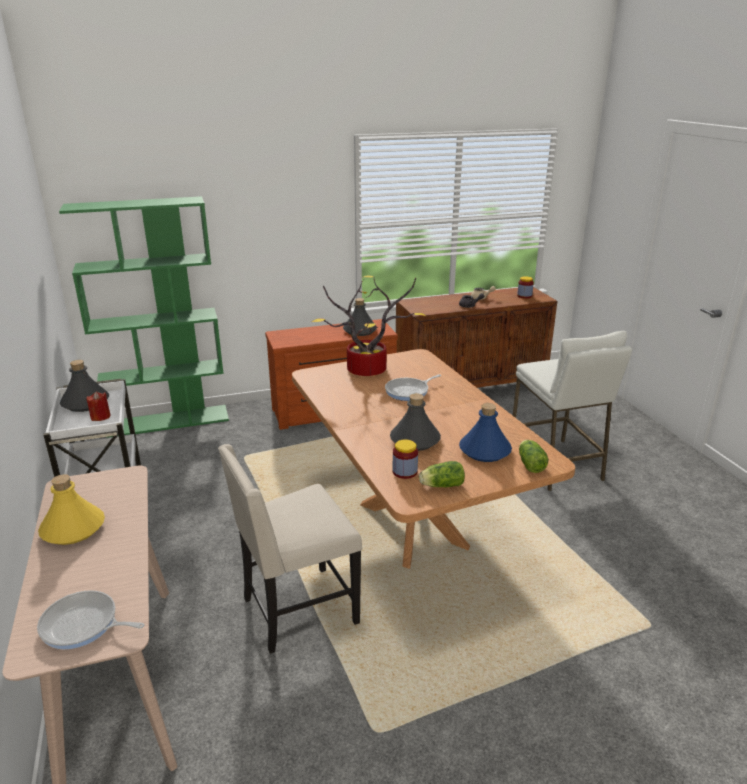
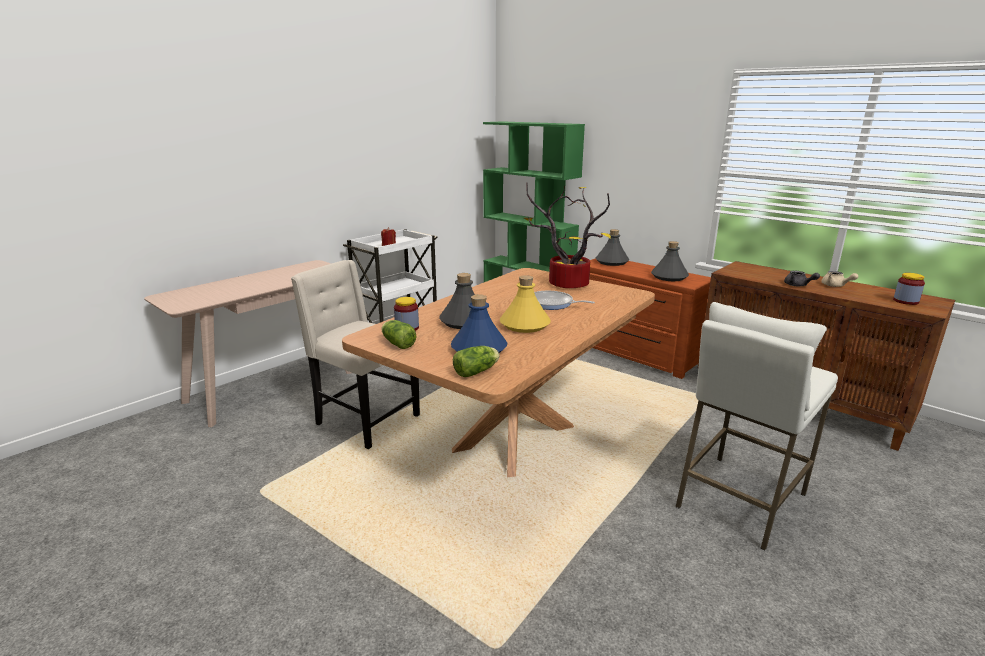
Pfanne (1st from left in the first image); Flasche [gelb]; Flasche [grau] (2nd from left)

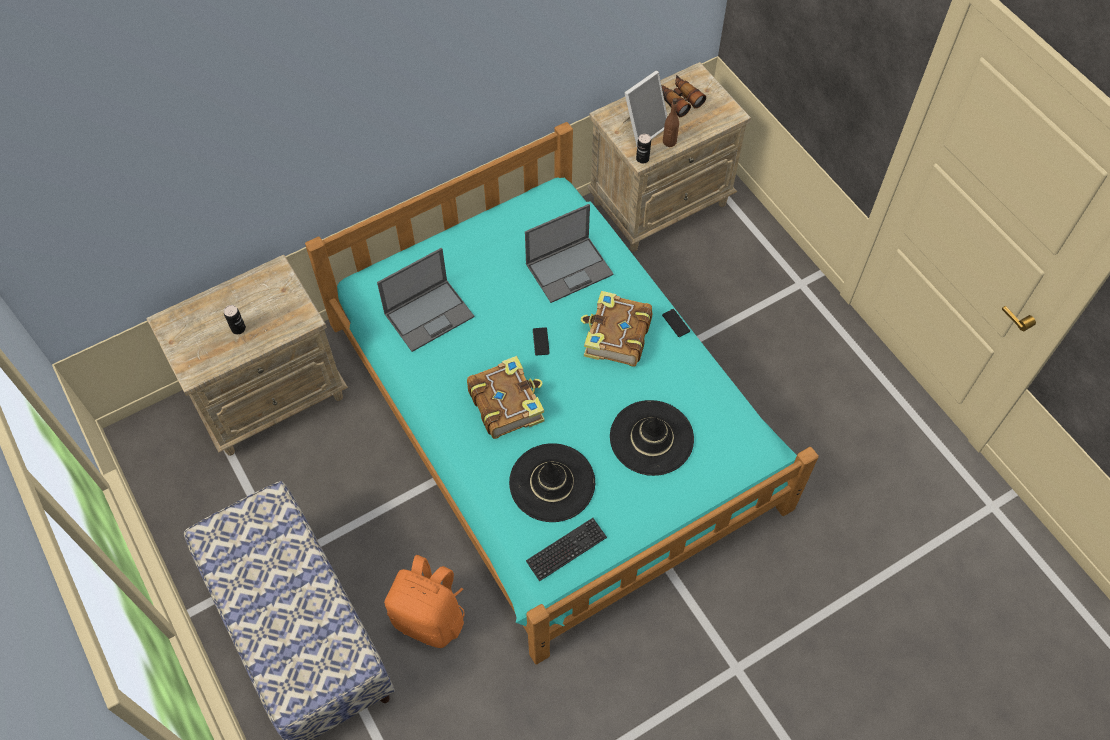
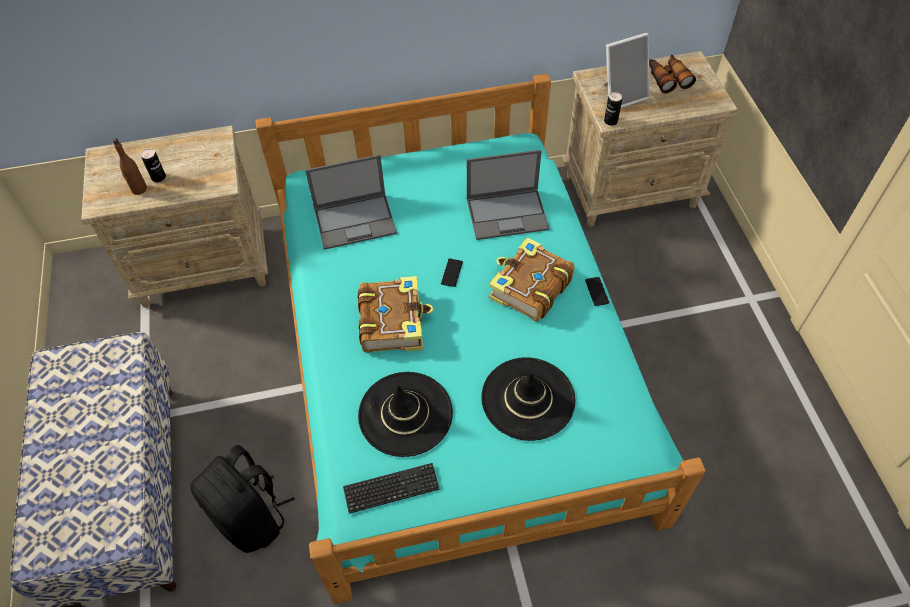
Rucksack [schwarz]; Flasche [braun]

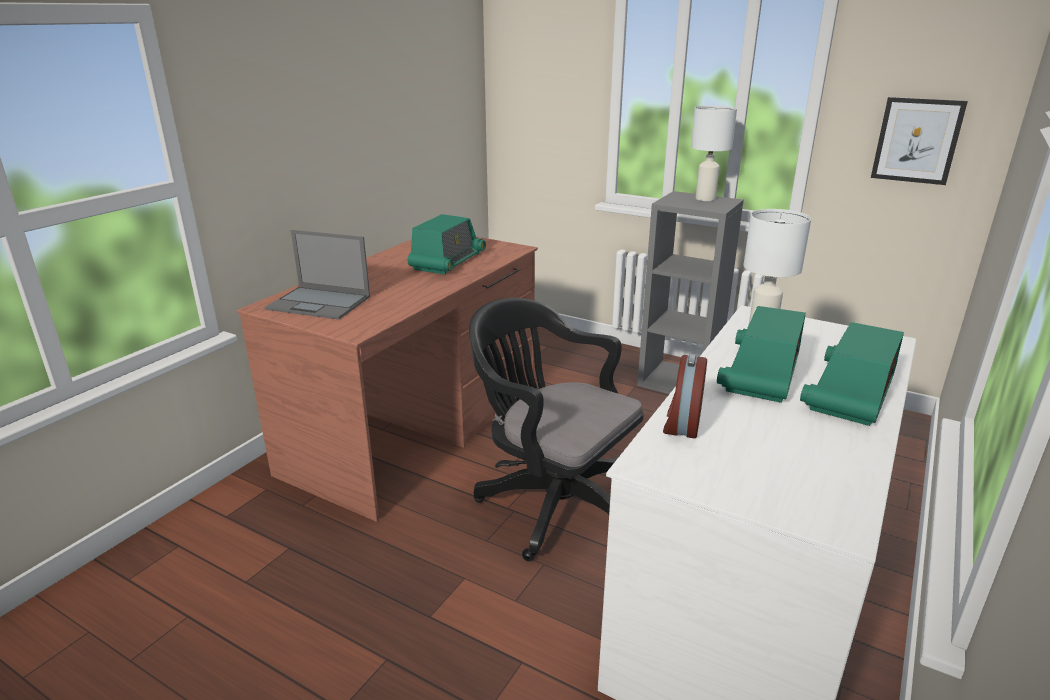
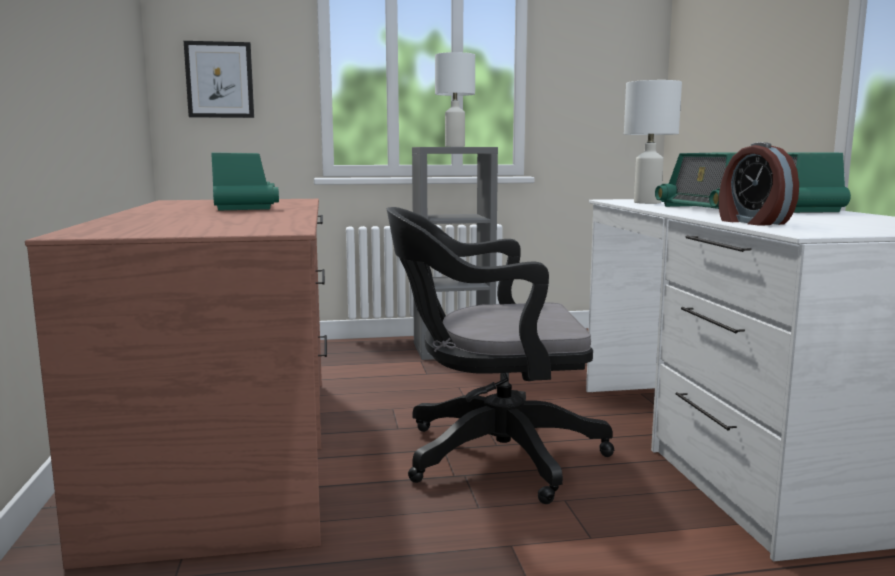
Laptop; Bild

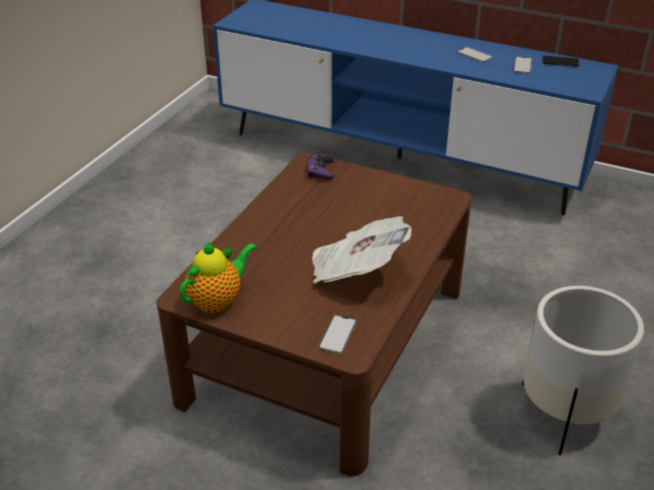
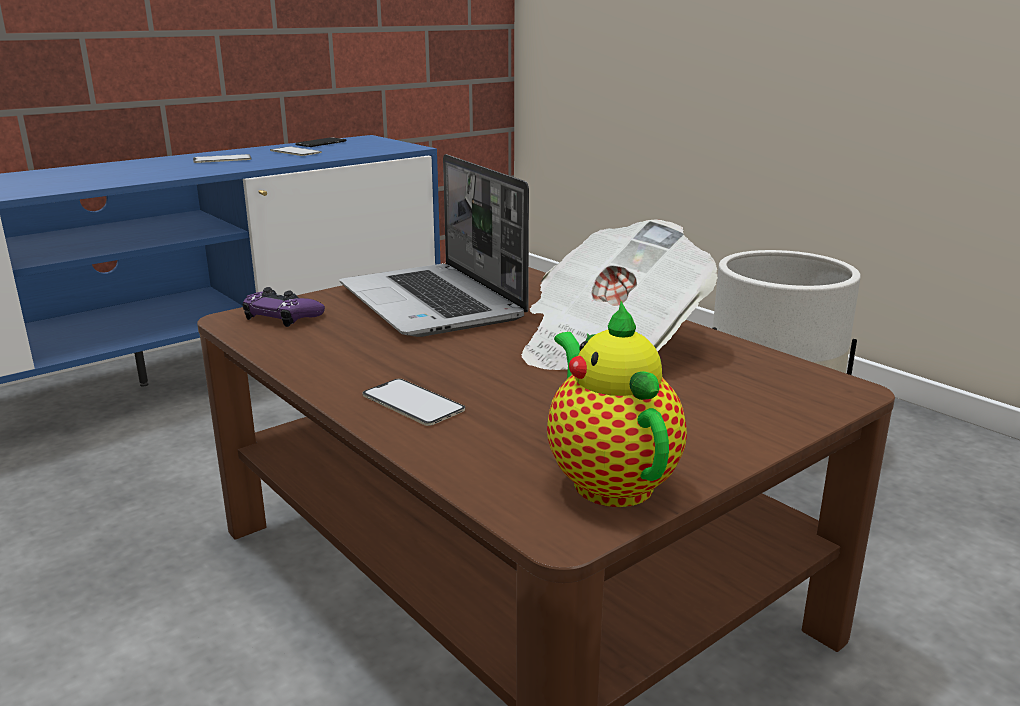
Handy (4th from left); Laptop

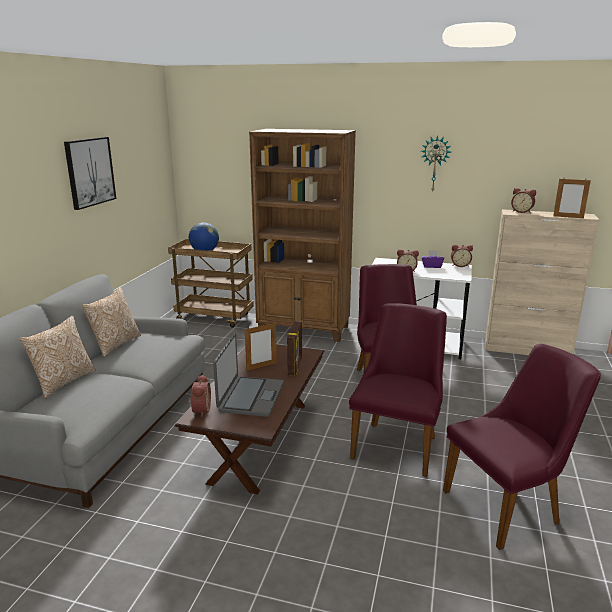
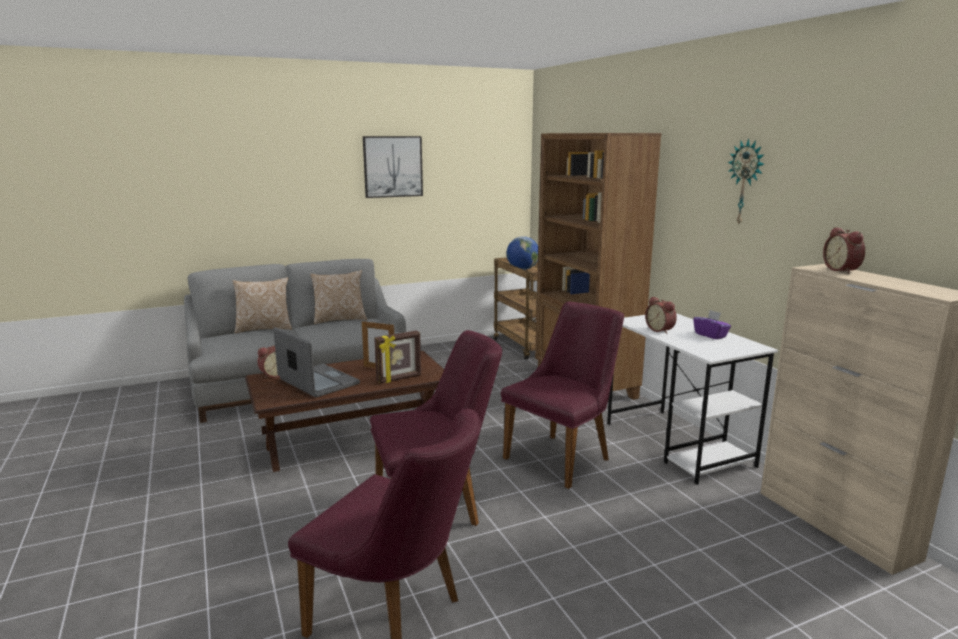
Laptop; Wecker (3rd from left in the first image); Bilderrahmen (3rd from left in the first image)

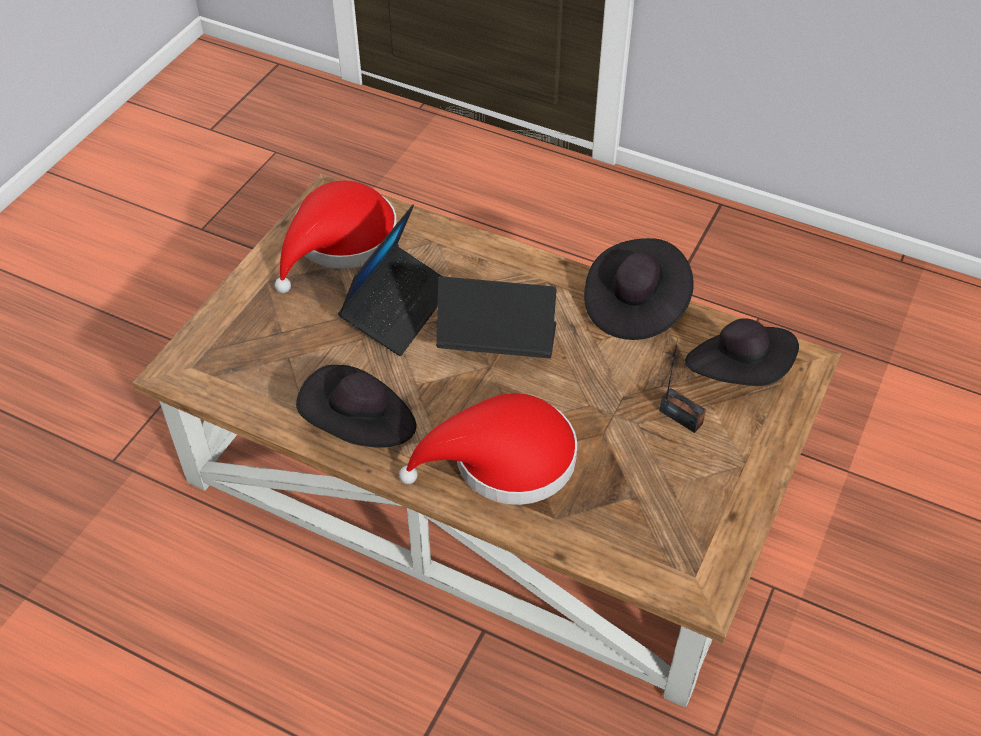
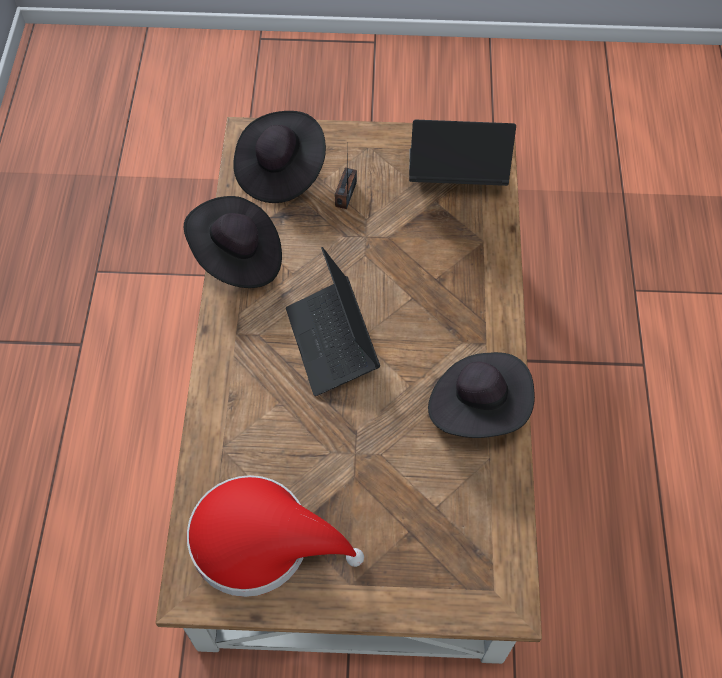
Laptop (2nd from left); Hut [rot] (2nd from left in the first image)

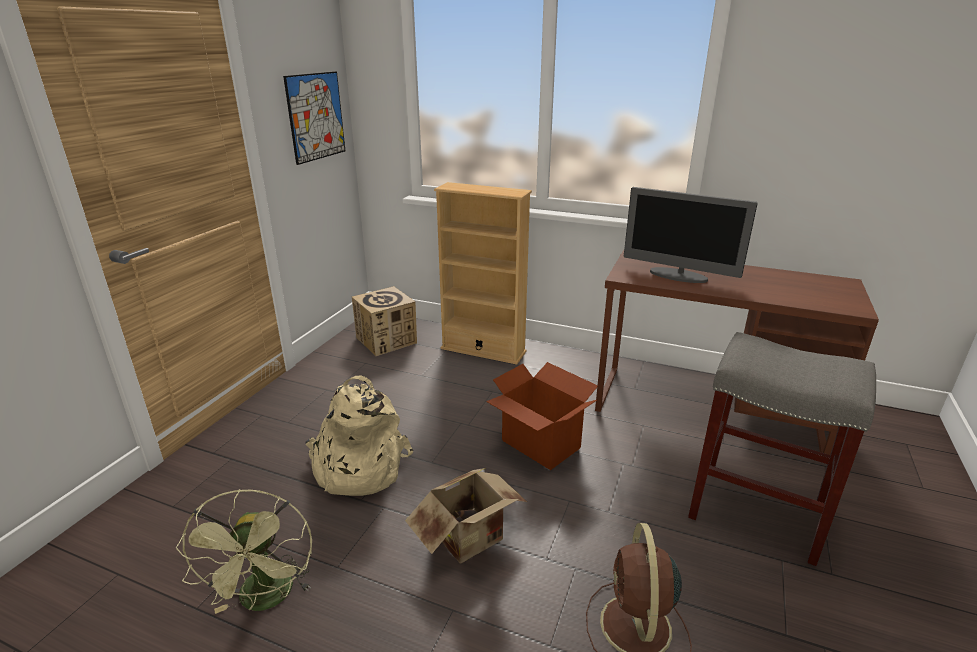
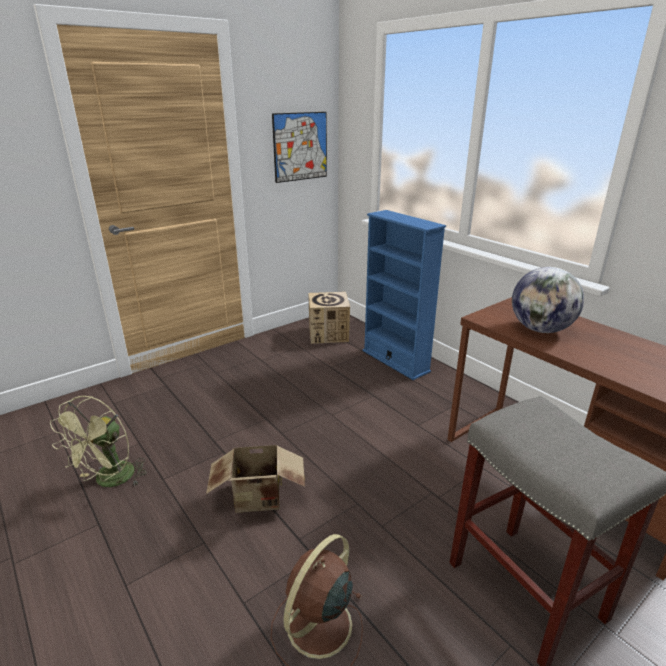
Rucksack [beige]; Bücherregal [blau]; Karton (3rd from left in the first image); Globus

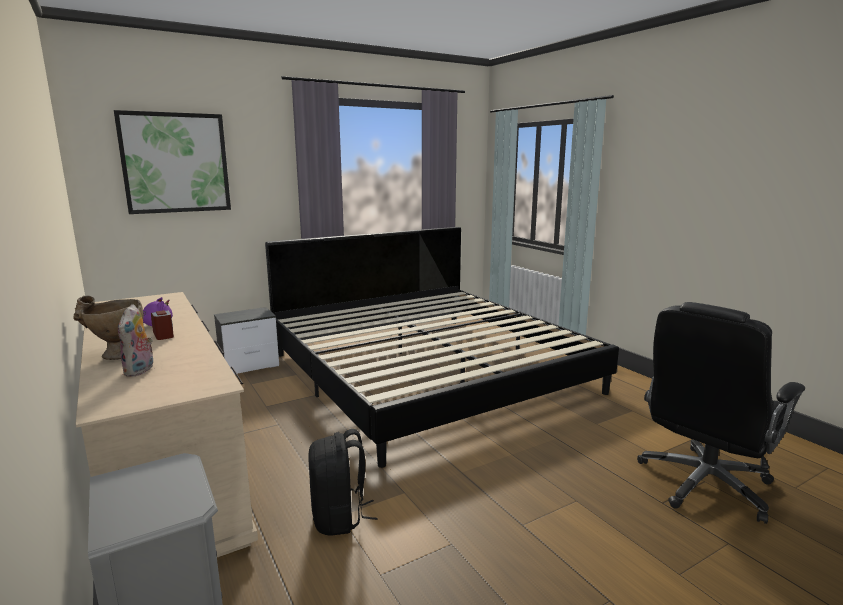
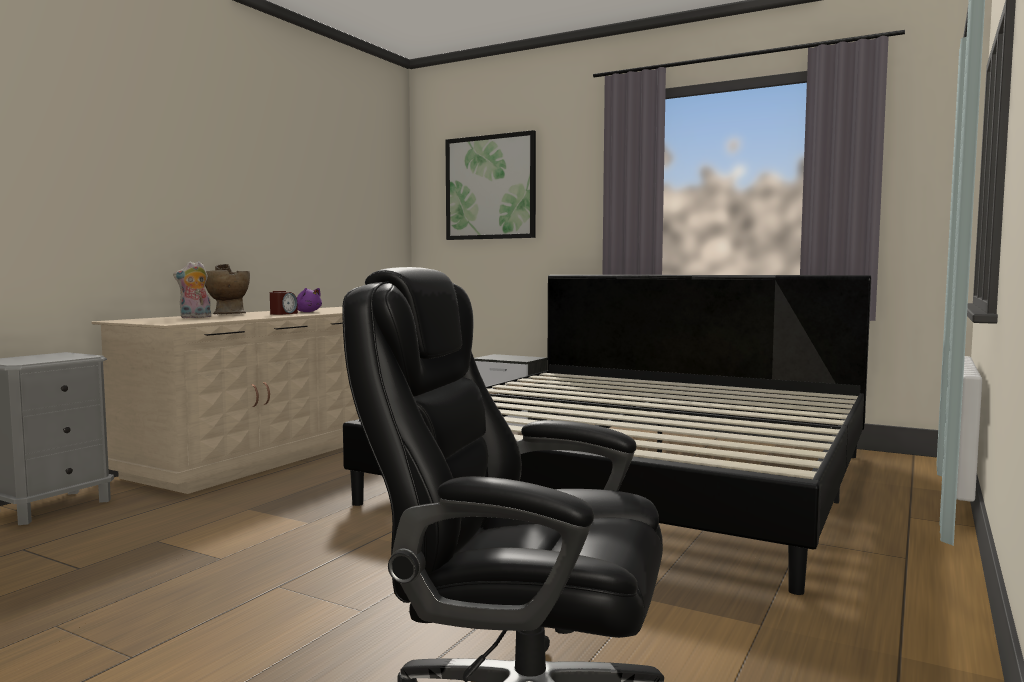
Rucksack [schwarz]

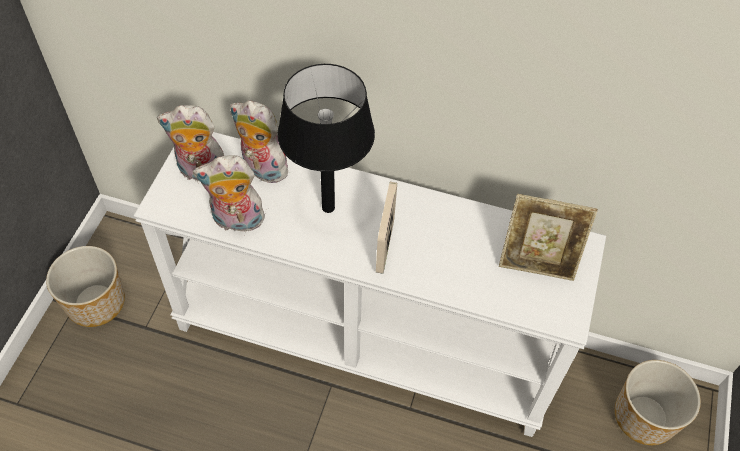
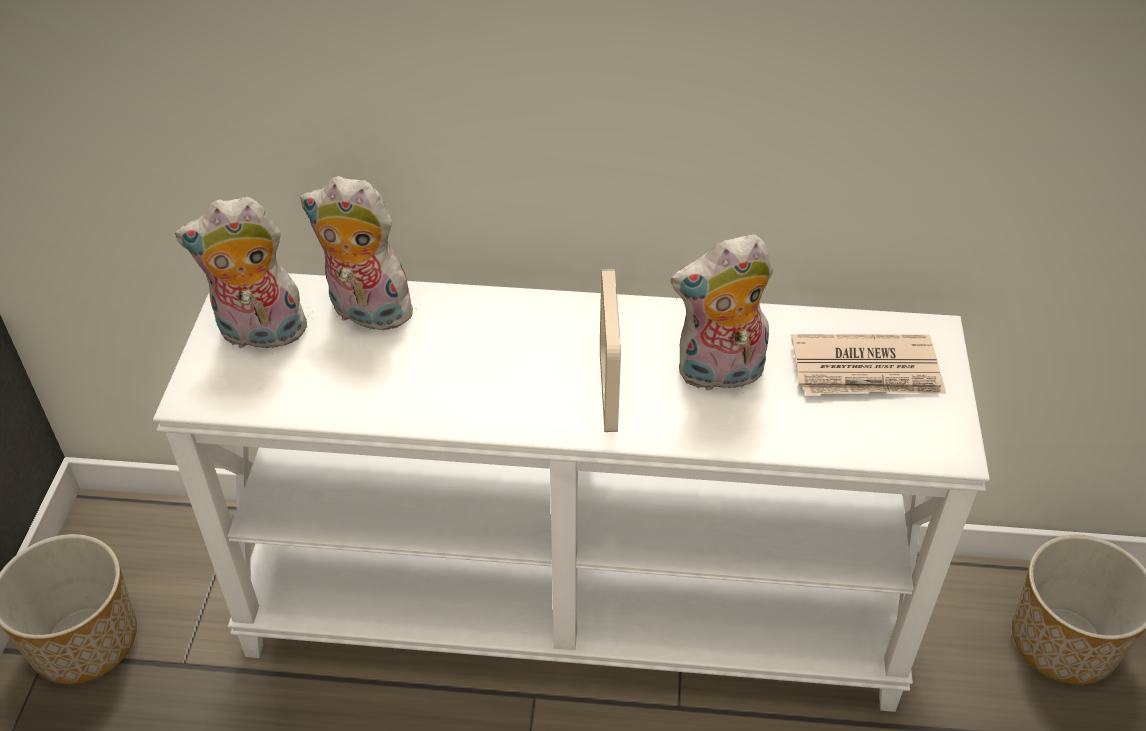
Plüschtier (3rd from left); Tischlampe [schwarz]; Zeitung

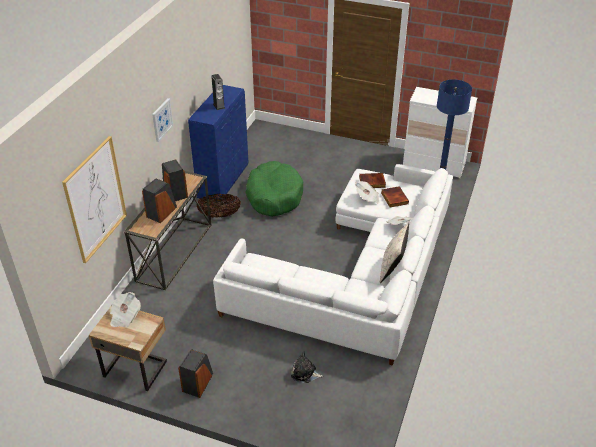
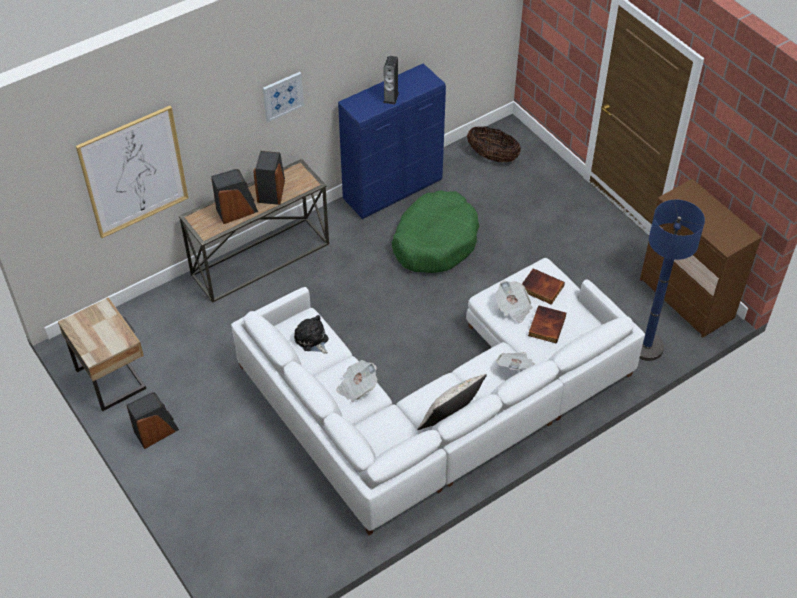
Zeitung (1st from left); Korb; Plüschtier; Kommode [braun]

